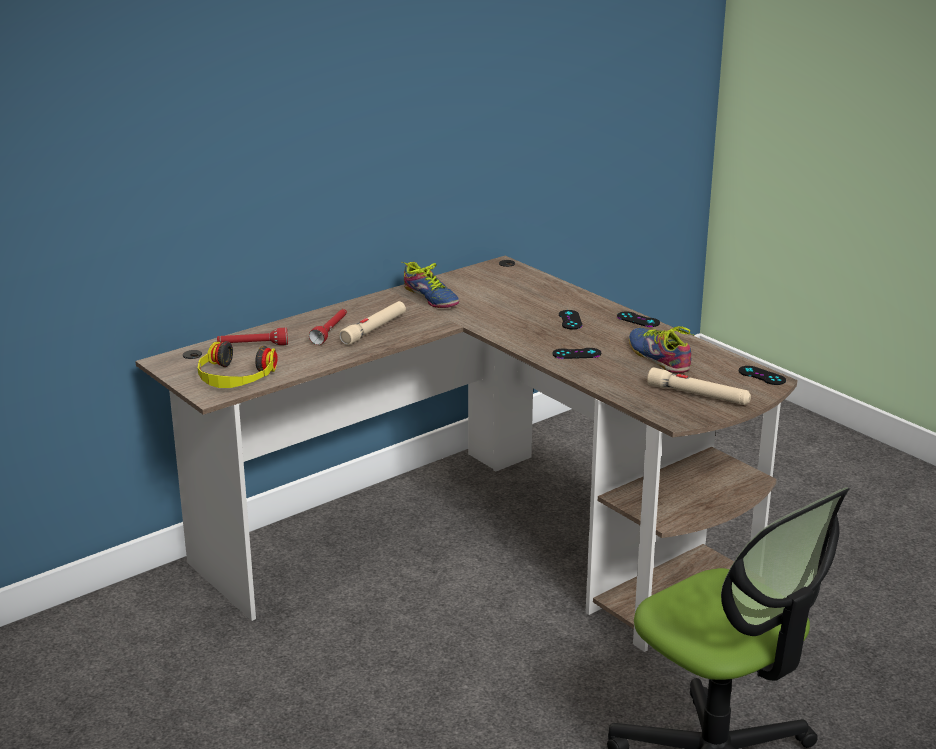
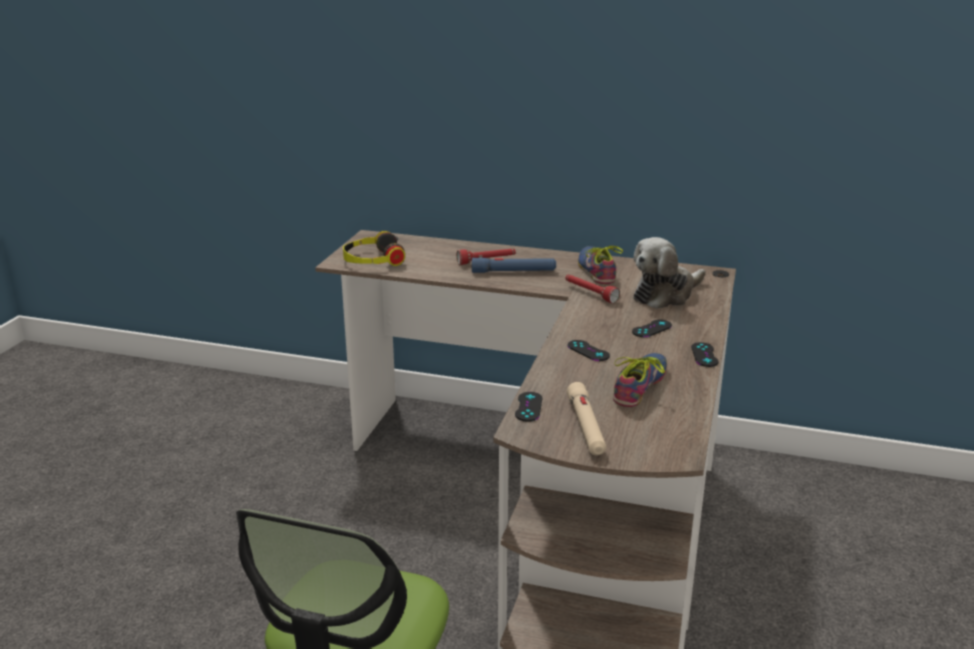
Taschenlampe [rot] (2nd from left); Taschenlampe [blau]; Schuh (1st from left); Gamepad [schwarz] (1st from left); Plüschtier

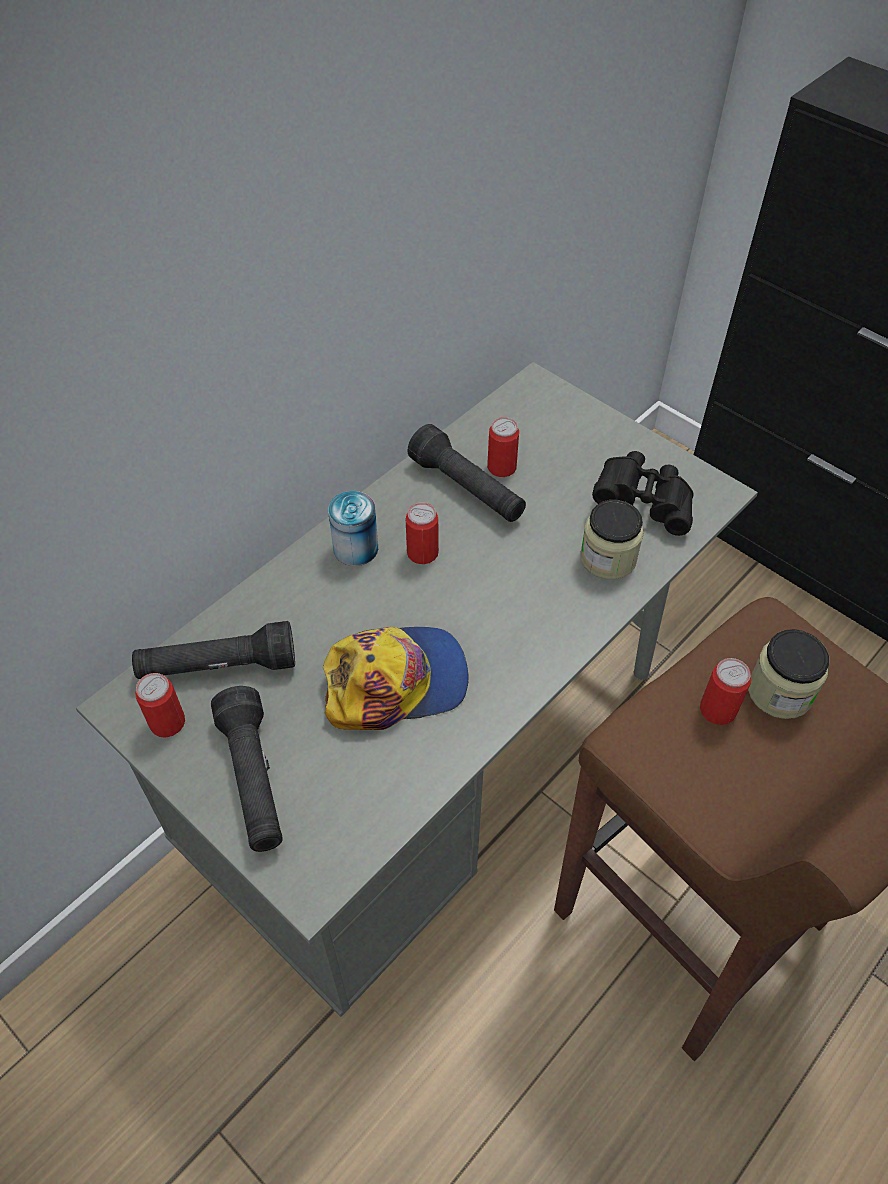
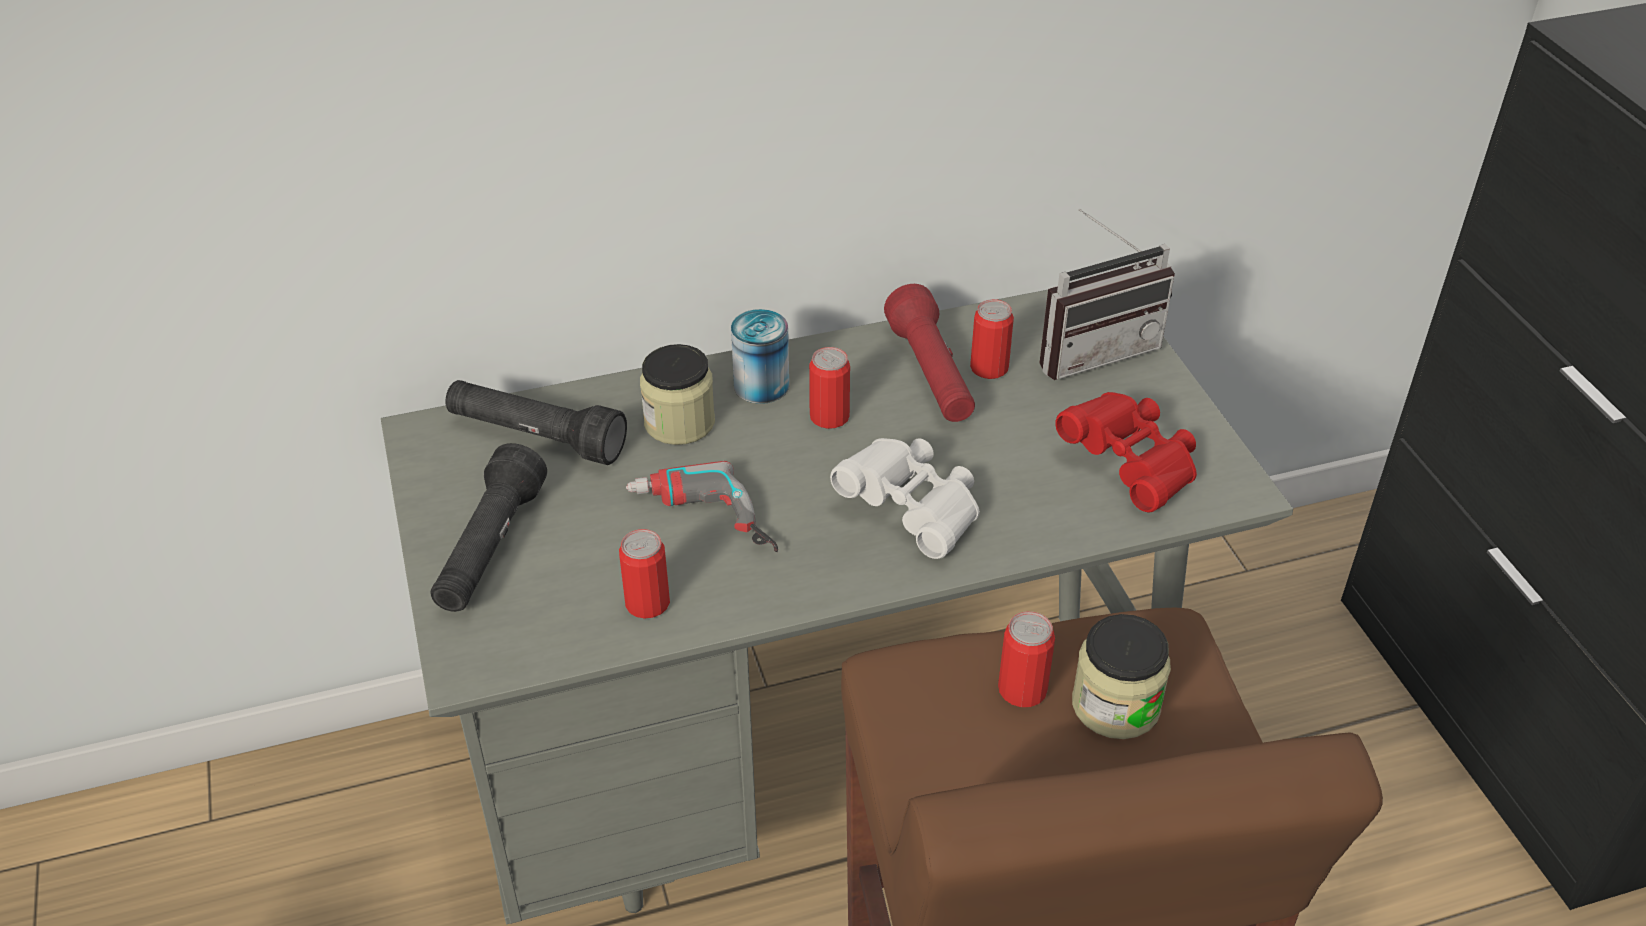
Dose (1st from left); Bohrmaschine; Taschenlampe [rot]; Vorratsglas (1st from left); Fernglas [rot]; Fernglas [weiß]; Radio

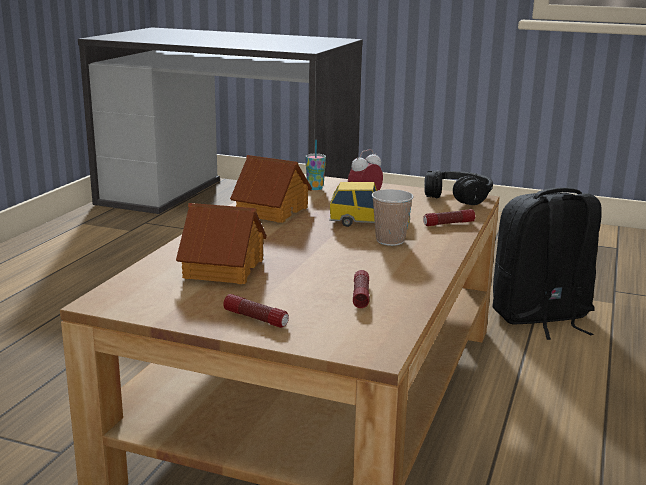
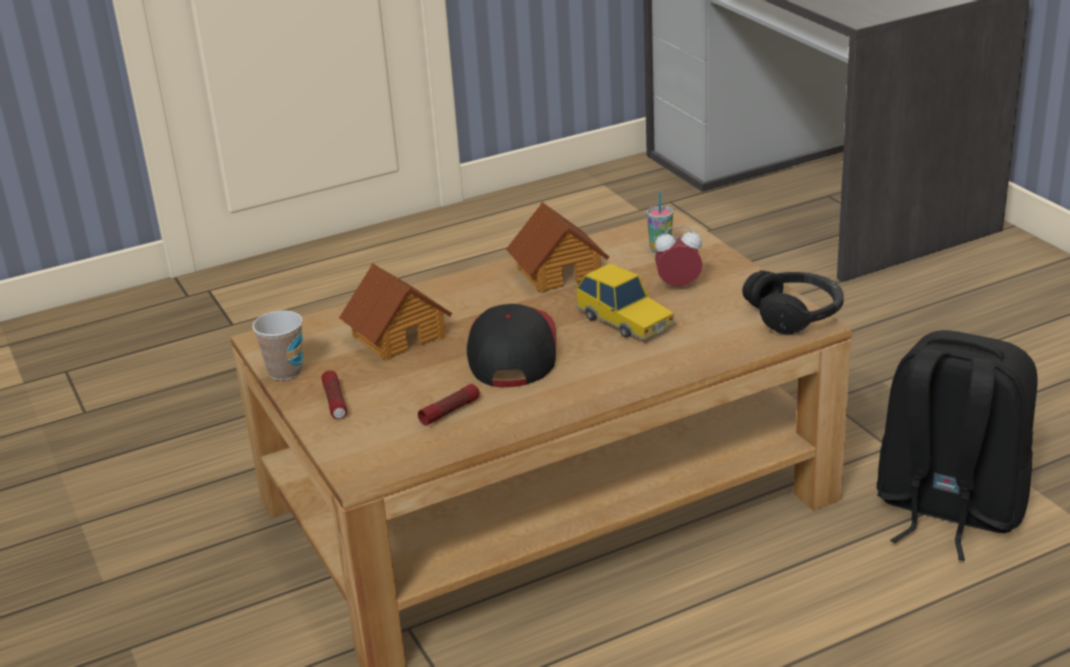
Tasse (1st from left); Taschenlampe (3rd from left in the first image); Kappe

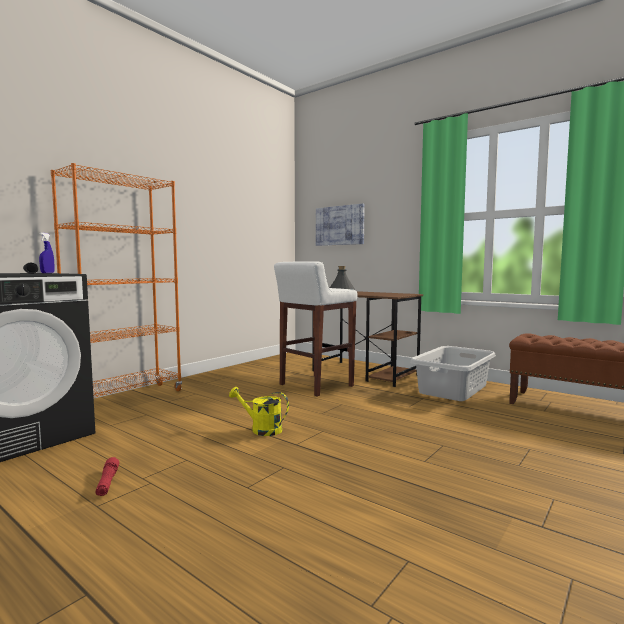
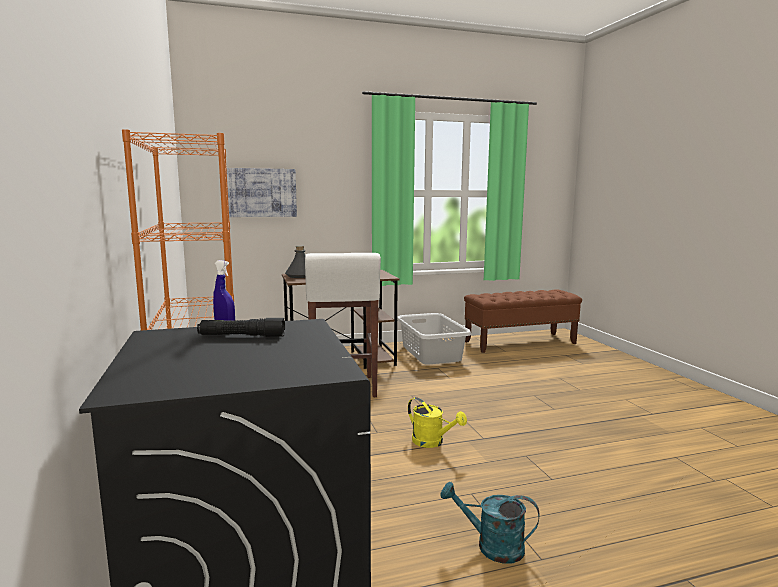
Gießkanne [türkis]; Gießkanne [gelb]

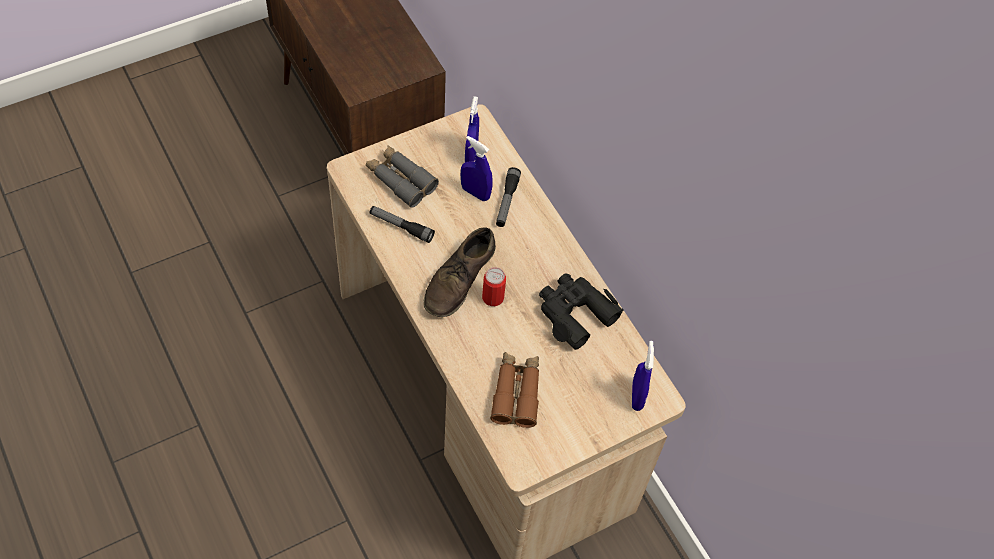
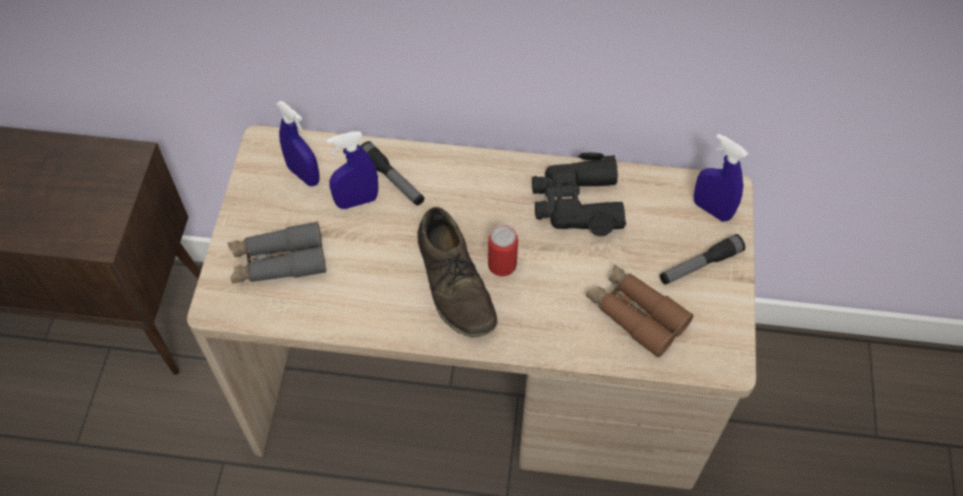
Taschenlampe (2nd from left)

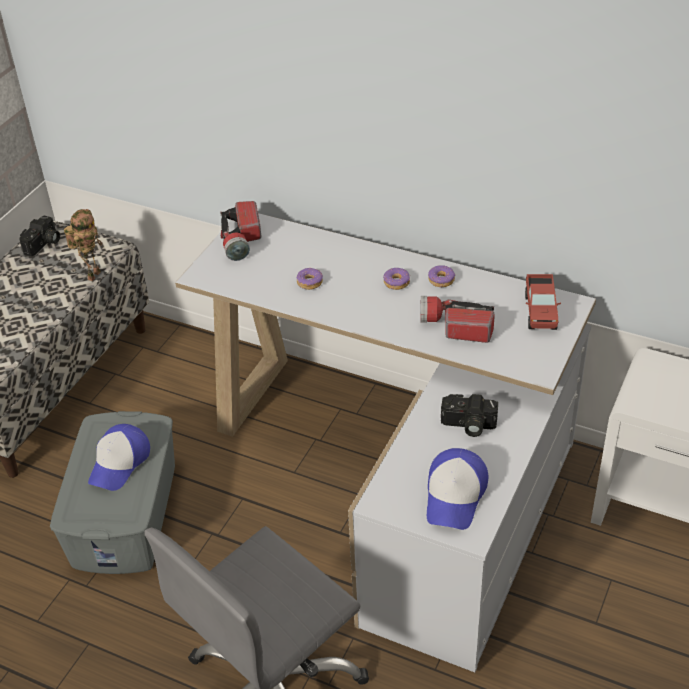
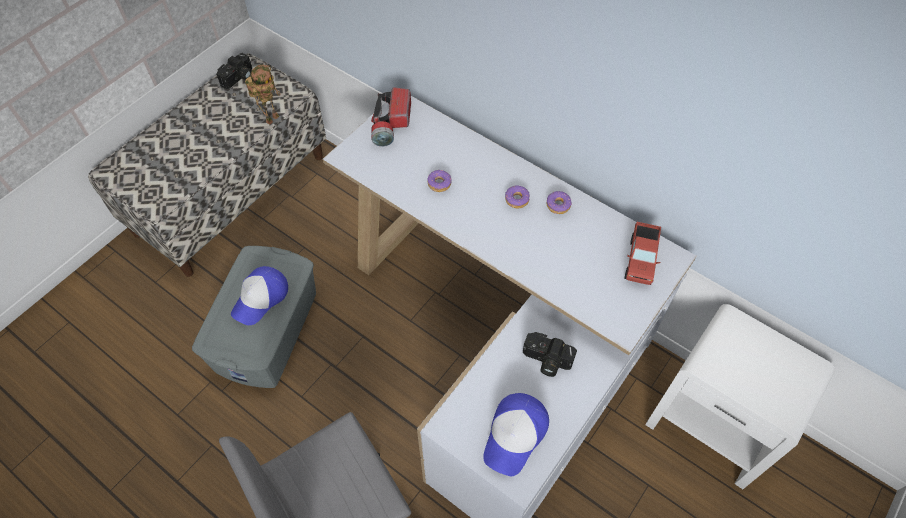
Taschenlampe (2nd from left in the first image)

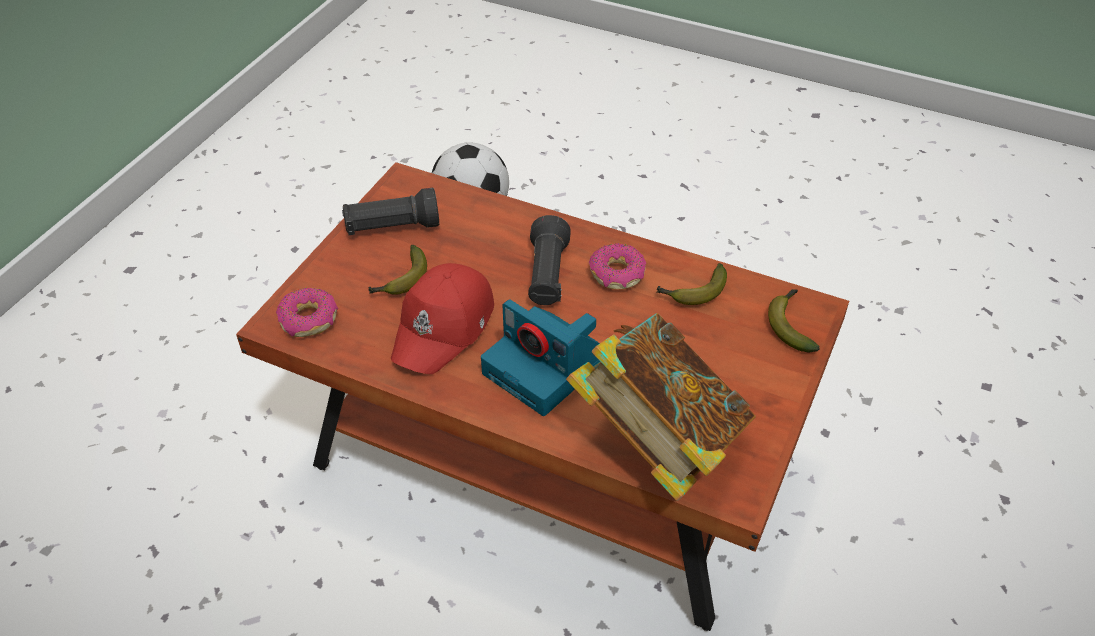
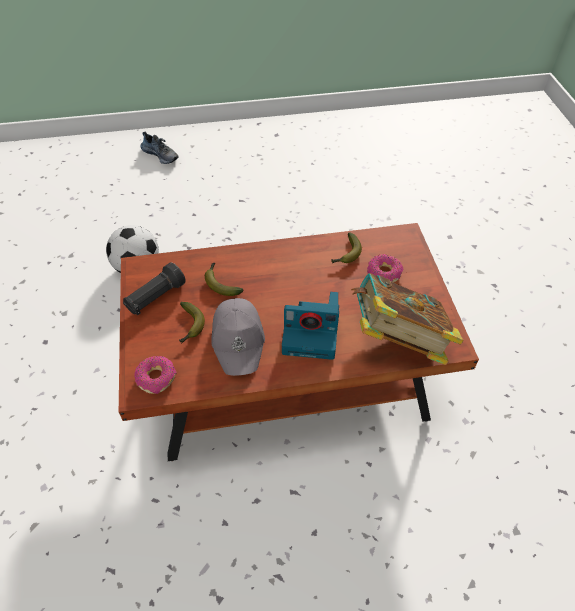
Kappe [grau]; Taschenlampe [schwarz] (2nd from left in the first image); Donut (2nd from left); Banane (2nd from left); Schuh

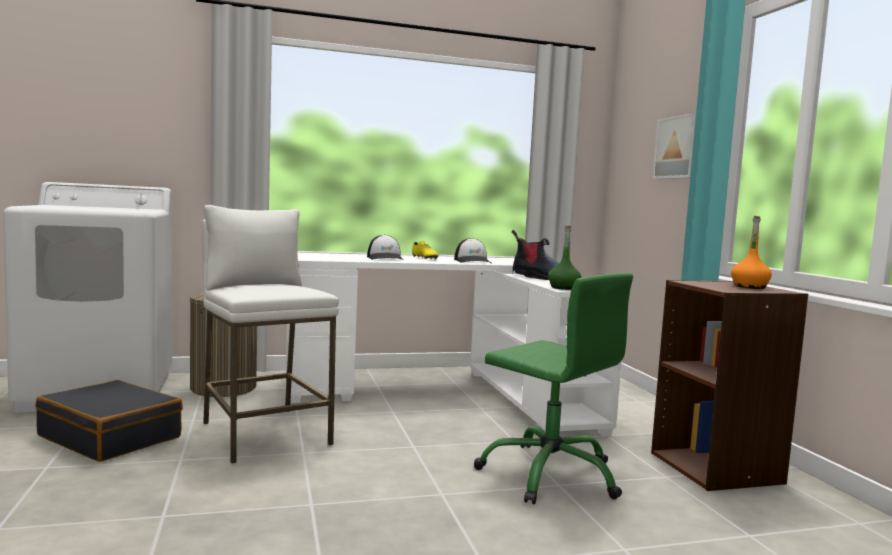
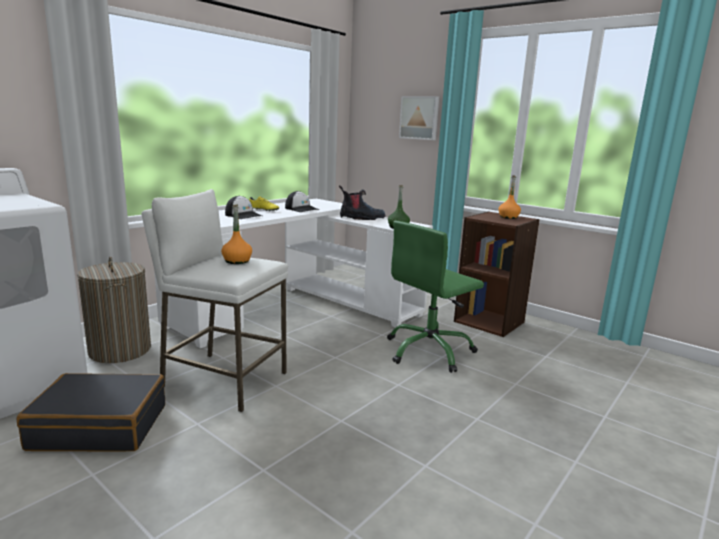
Bürostuhl [grün]; Flasche [orange] (1st from left)

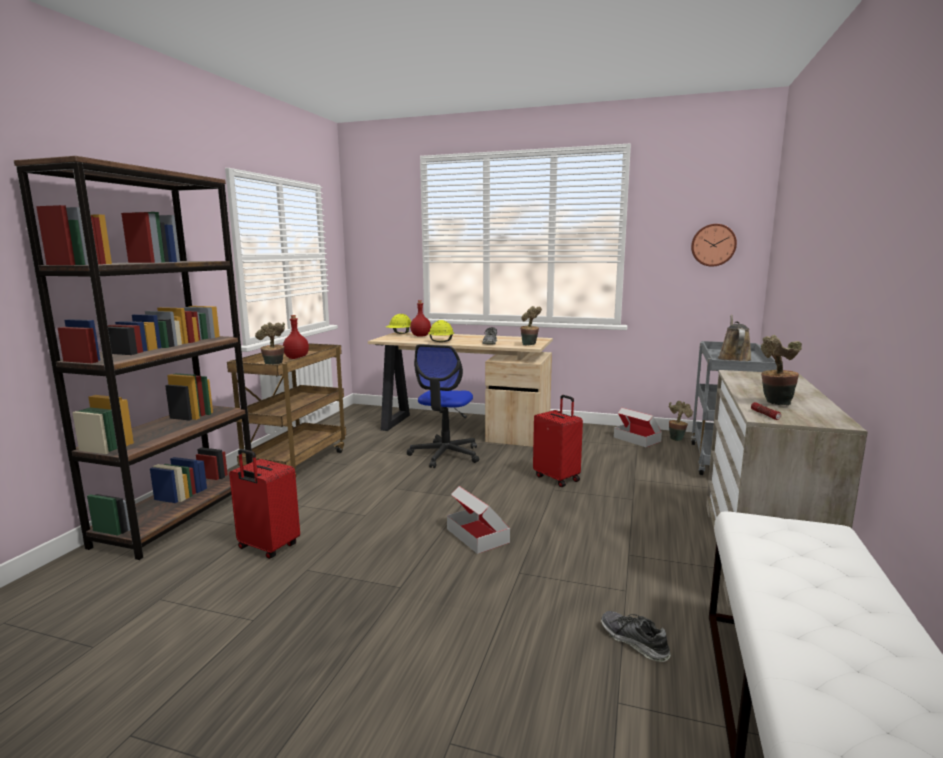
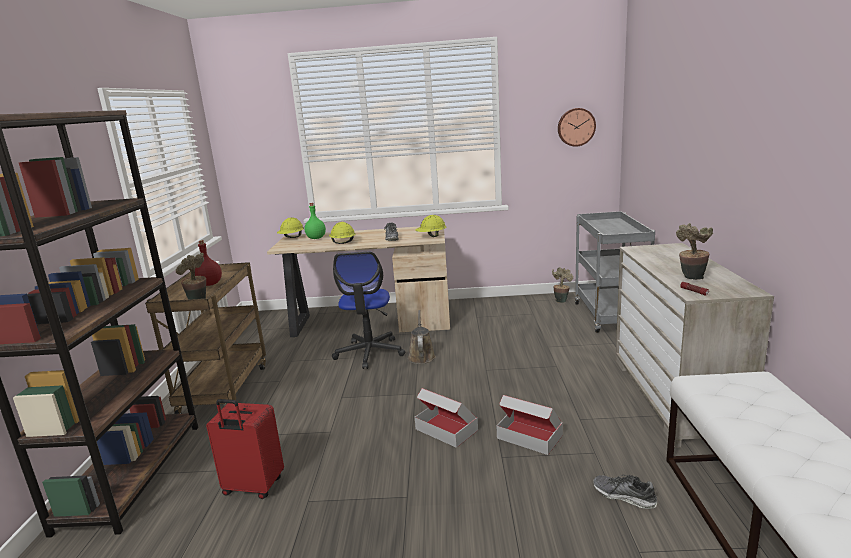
Flasche [grün]; Schutzhelm [gelb] (3rd from left); Koffer [rot] (2nd from left in the first image); Karton (2nd from left); Gießkanne [braun]

